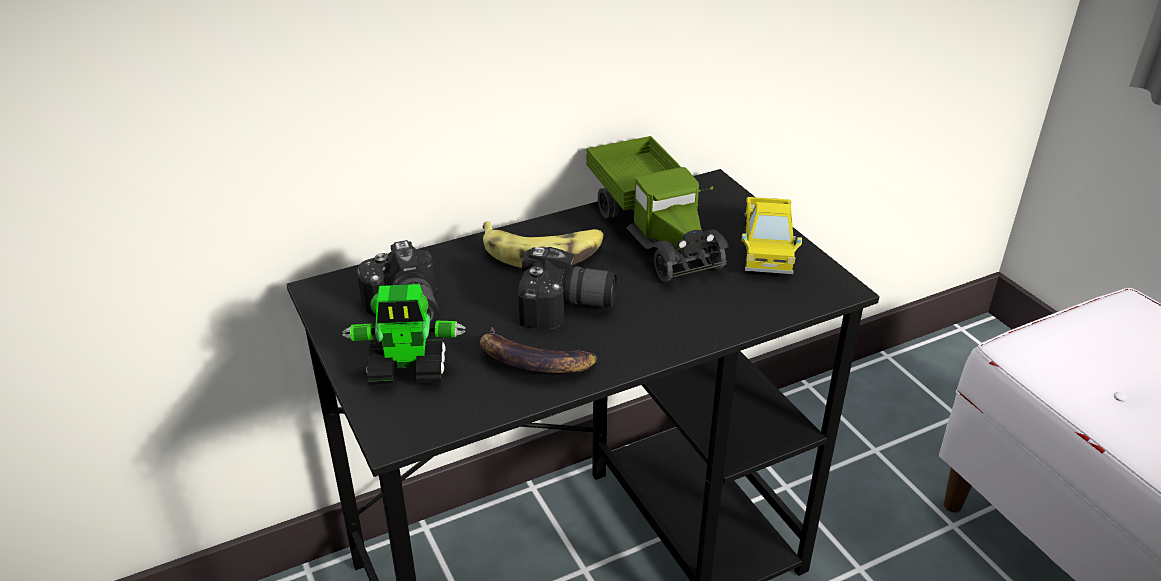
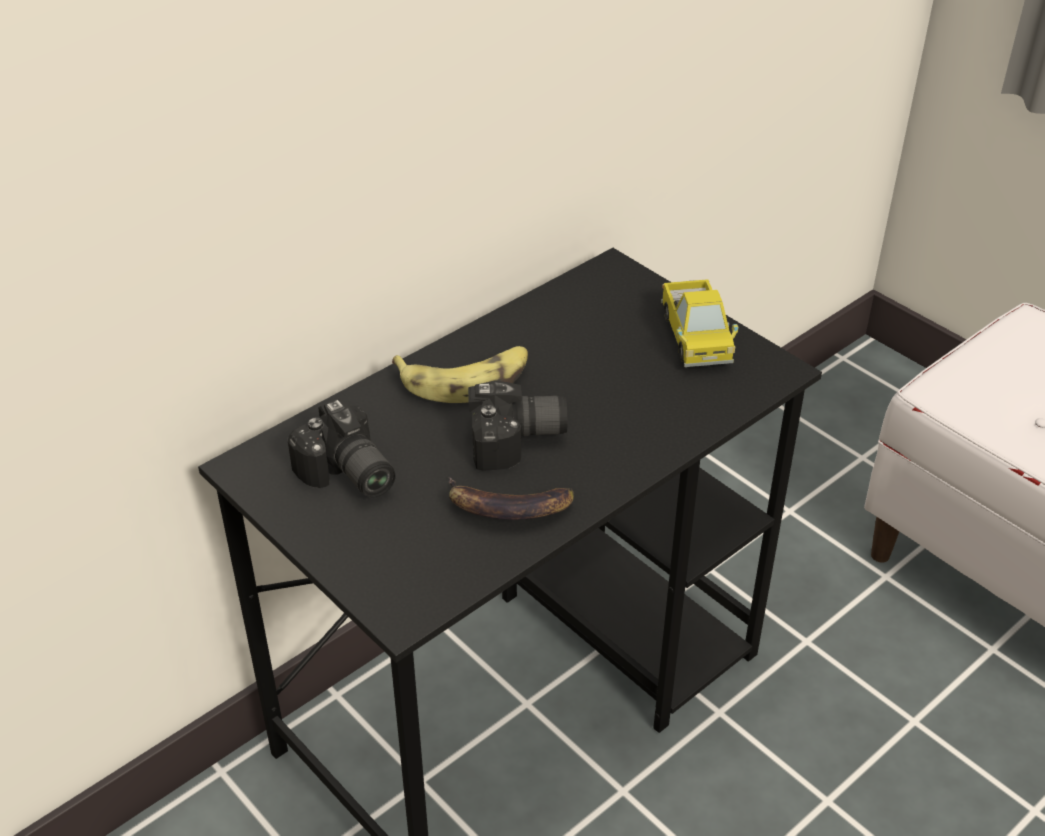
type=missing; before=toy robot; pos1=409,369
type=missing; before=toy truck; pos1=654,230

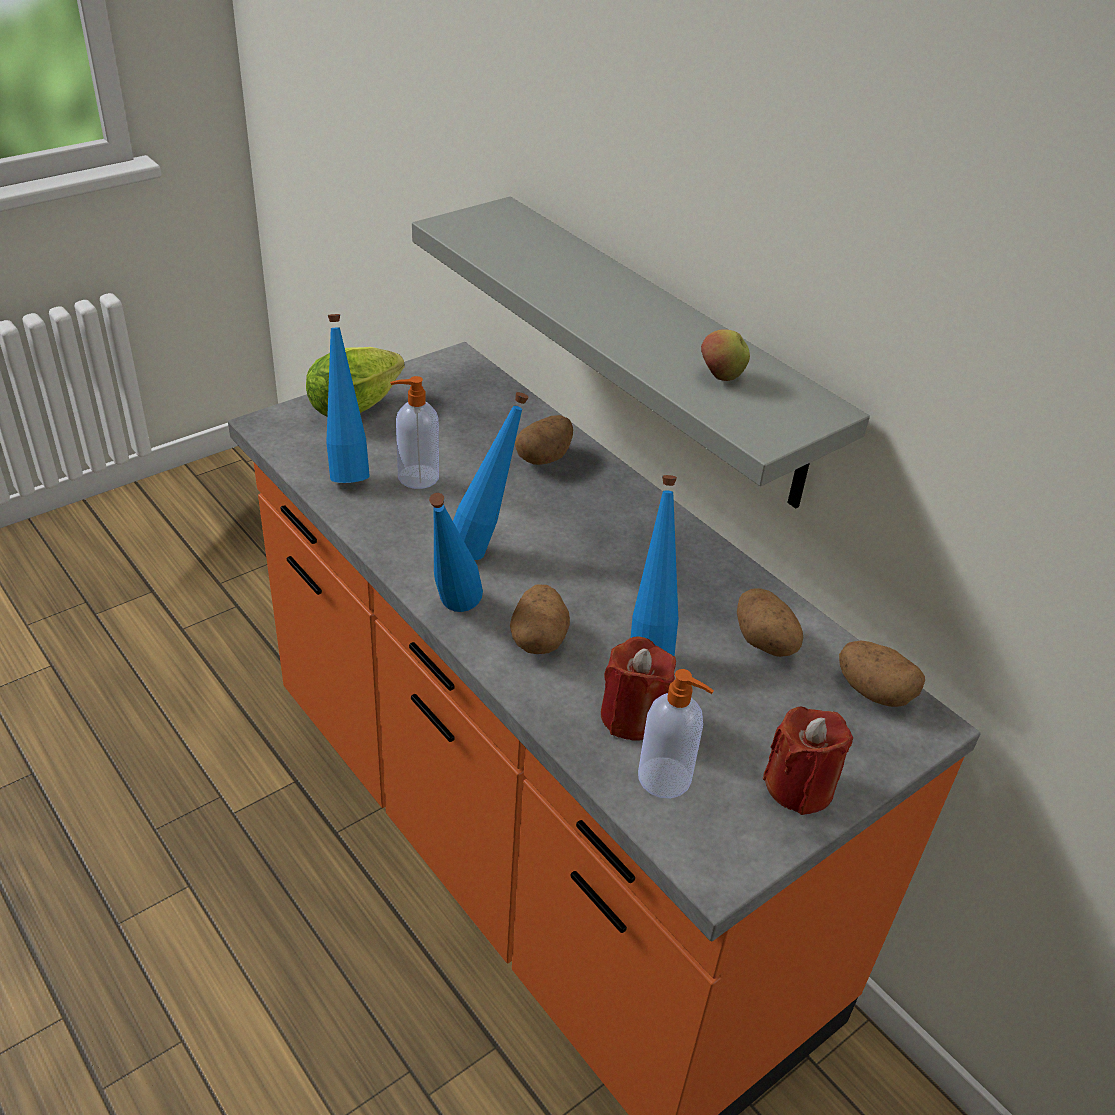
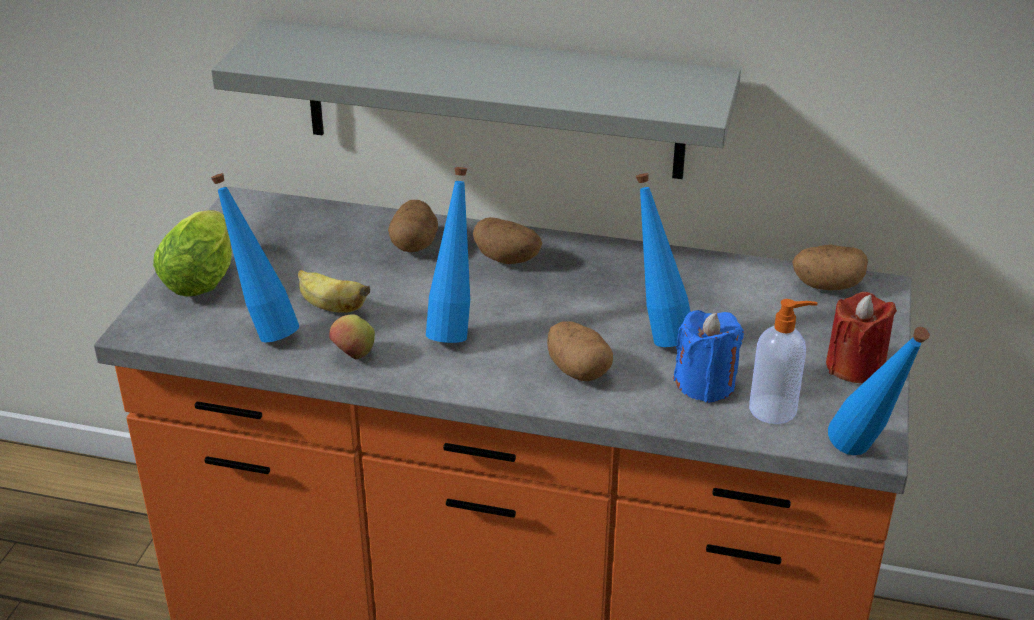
type=exchanged; before=soap dispenser; after=banana; pos1=416,477; pos2=331,307
type=relocated; before=apple; pos1=721,376; pos2=353,355
type=relocated; before=potato; pos1=765,643; pos2=508,259
type=colour; before=red candle; after=blue candle; pos1=633,716; pos2=705,384
type=relocated; before=blue bottle; pos1=452,615; pos2=864,458

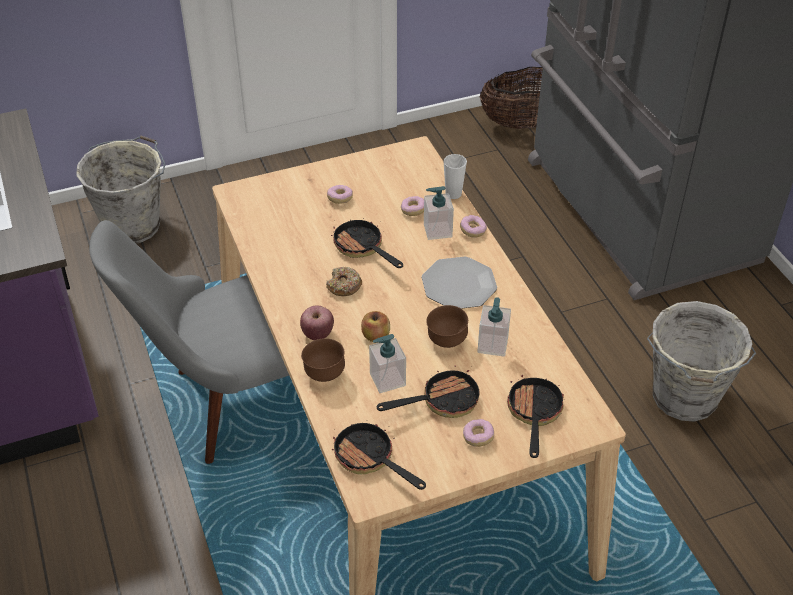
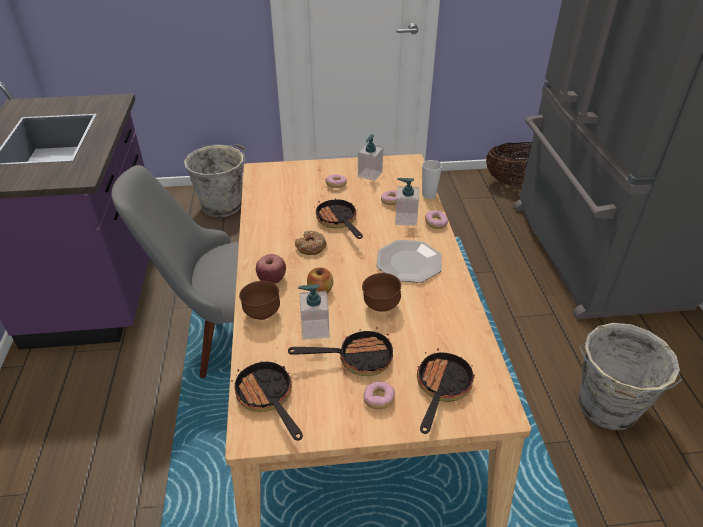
type=relocated; before=soap dispenser; pos1=492,345; pos2=370,174

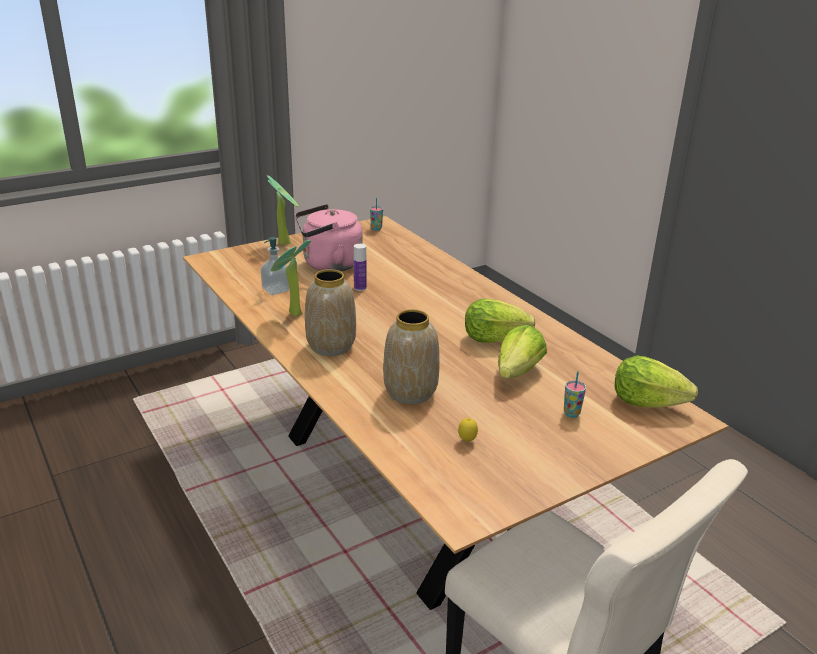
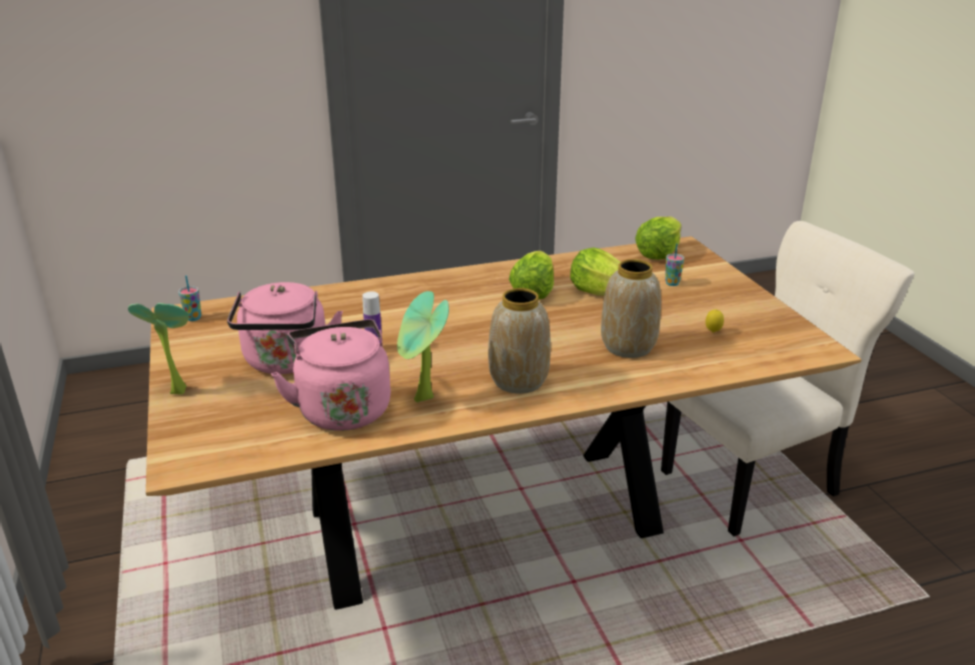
type=exchanged; before=soap dispenser; after=pink kettle; pos1=276,290; pos2=342,408

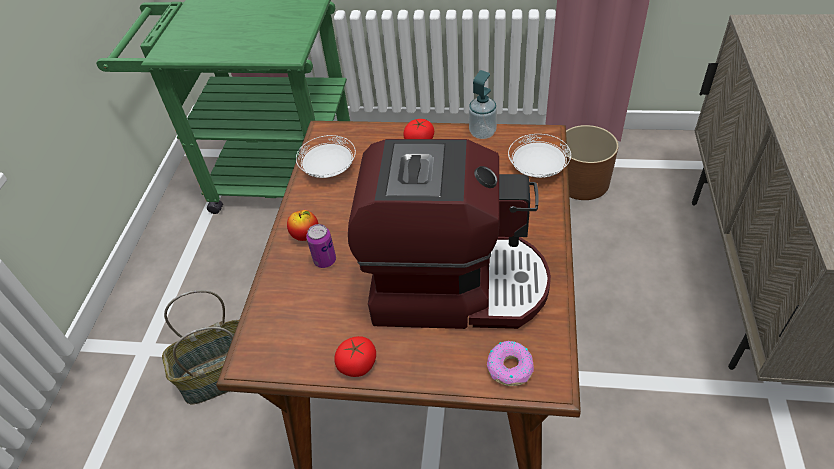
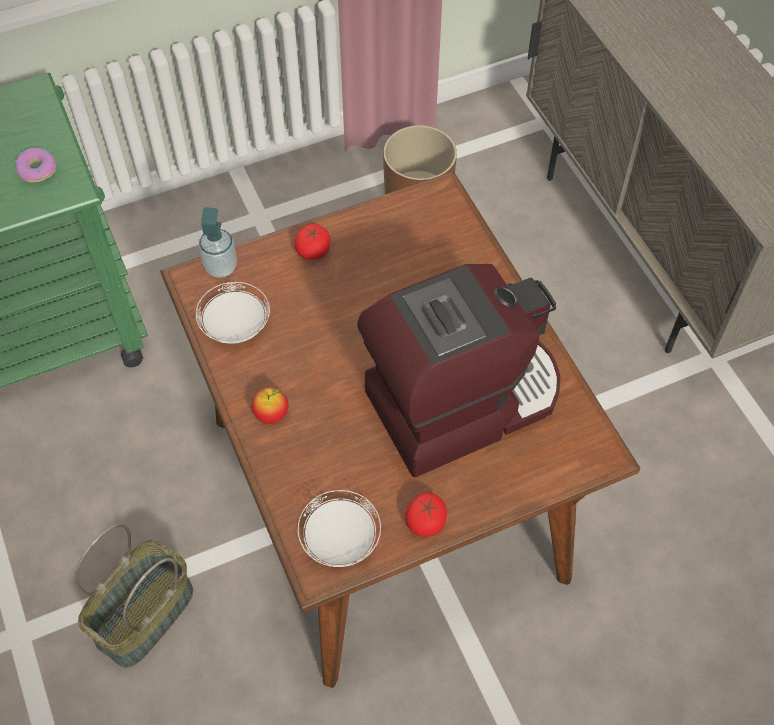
type=relocated; before=donut; pos1=510,367; pos2=37,169
type=relocated; before=soap dispenser; pos1=482,133; pos2=221,267
type=relocated; before=white plate; pos1=538,169; pos2=340,539
type=missing; before=can; pos1=325,260

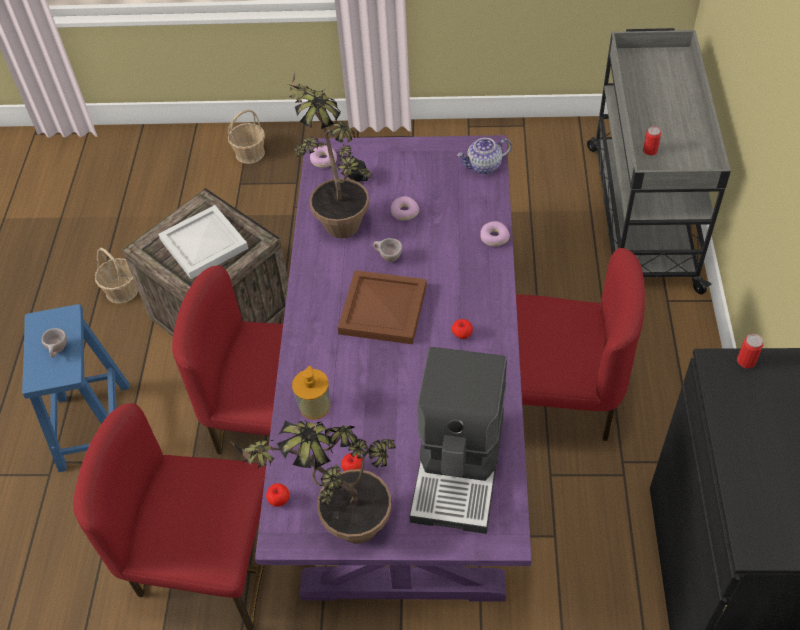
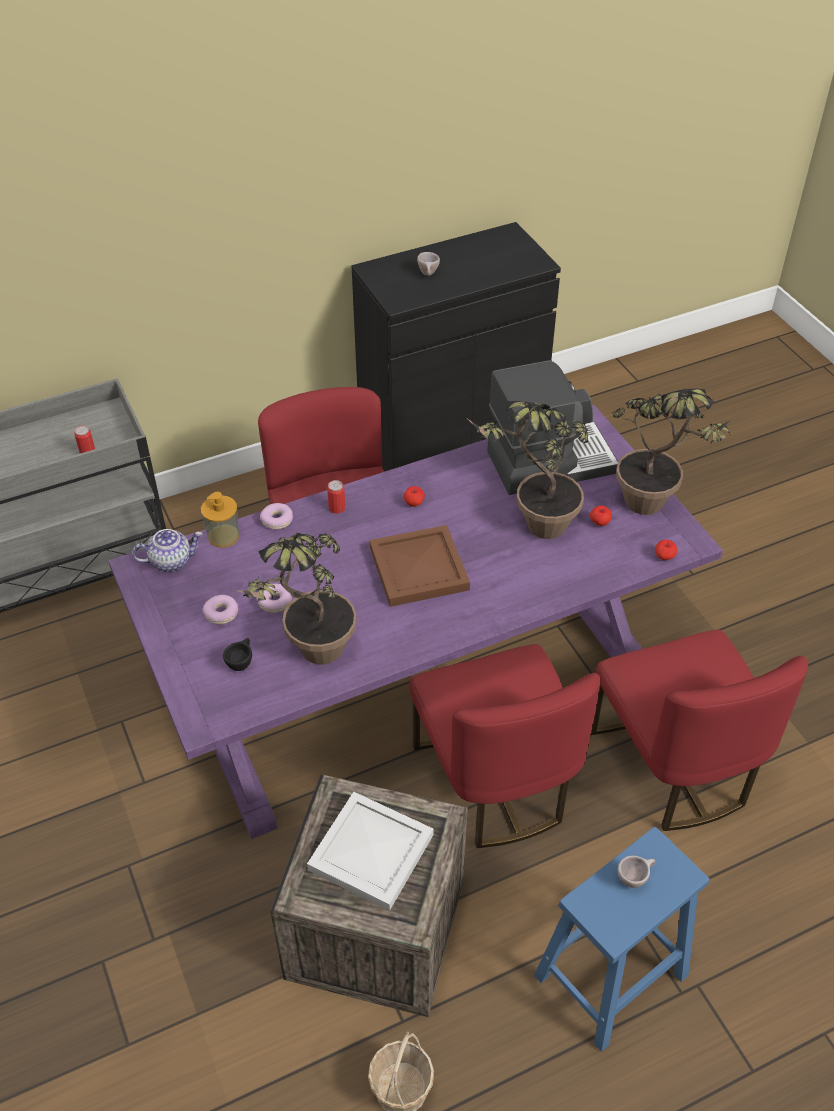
type=spun; before=teapot; pos1=484,166; pos2=171,561; turn=-60
type=relocated; before=soap dispenser; pos1=314,406; pos2=223,536
type=relocated; before=donut; pos1=323,160; pos2=221,613
type=relocated; before=can; pos1=746,361; pos2=337,508
type=relocated; before=beige cup; pos1=387,258; pos2=428,275
type=appeared; after=potted plant; pos2=532,528
type=missing; before=basket; pos1=250,153

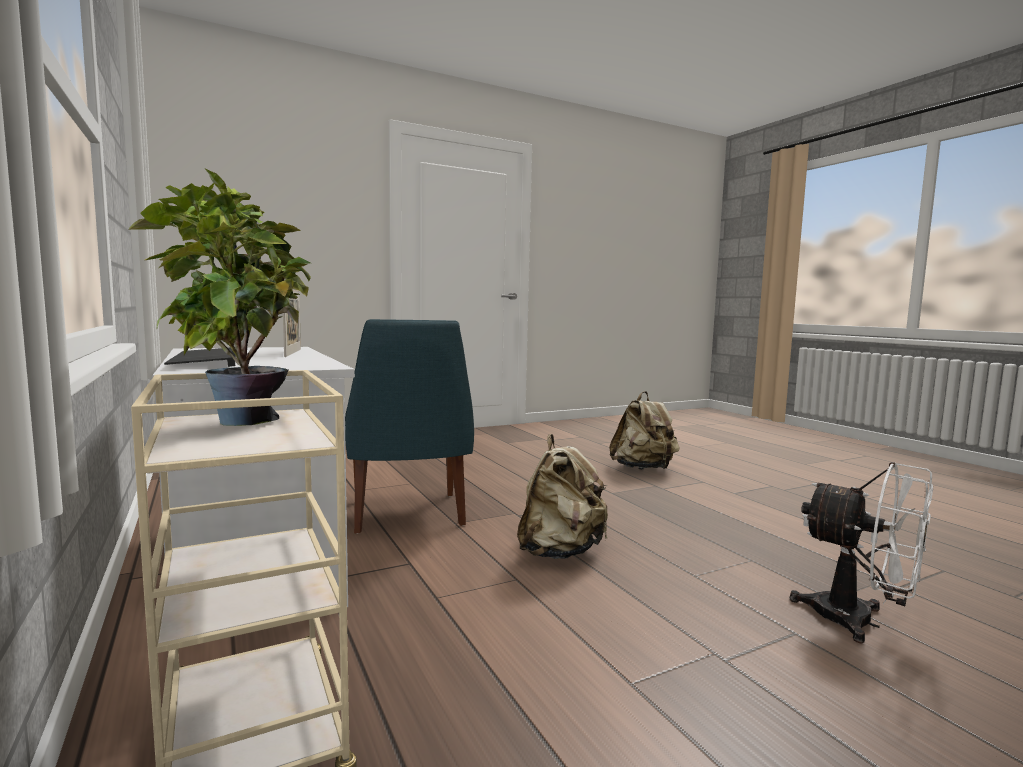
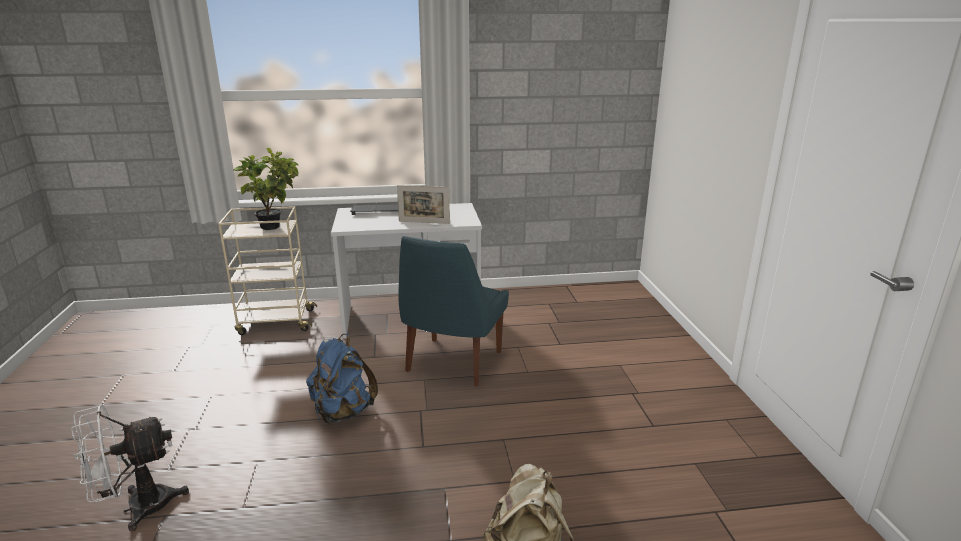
type=colour; before=beige backpack; after=blue backpack; pos1=560,552; pos2=342,412
type=spun; before=blue chair; pos1=408,514; pos2=452,363; turn=-75

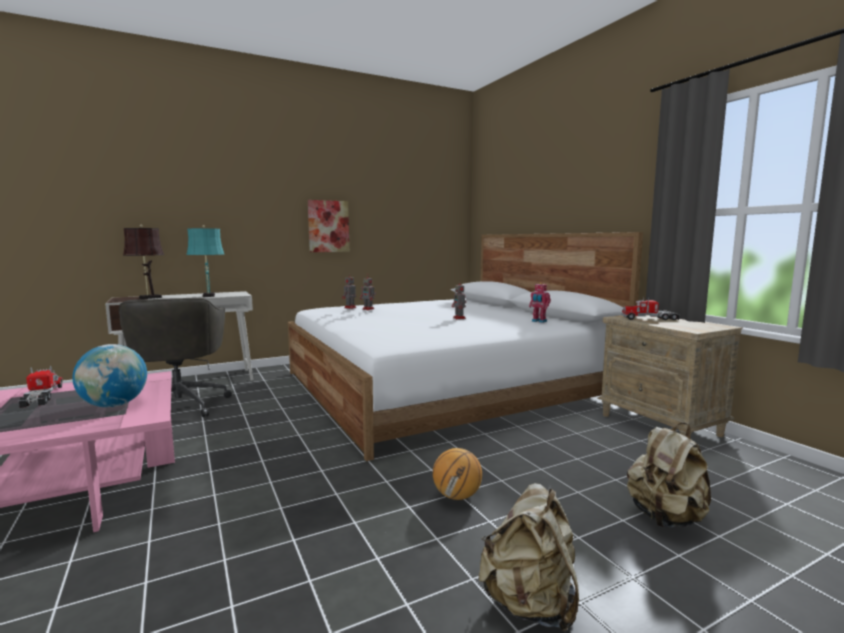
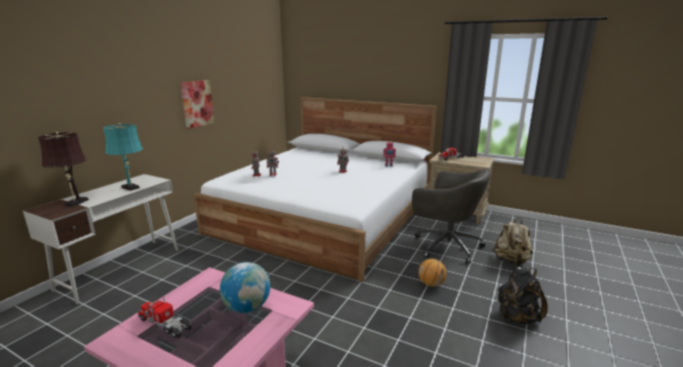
type=relocated; before=grey office chair; pos1=180,405; pos2=445,246
type=colour; before=beige backpack; after=black backpack; pos1=530,604; pos2=517,318

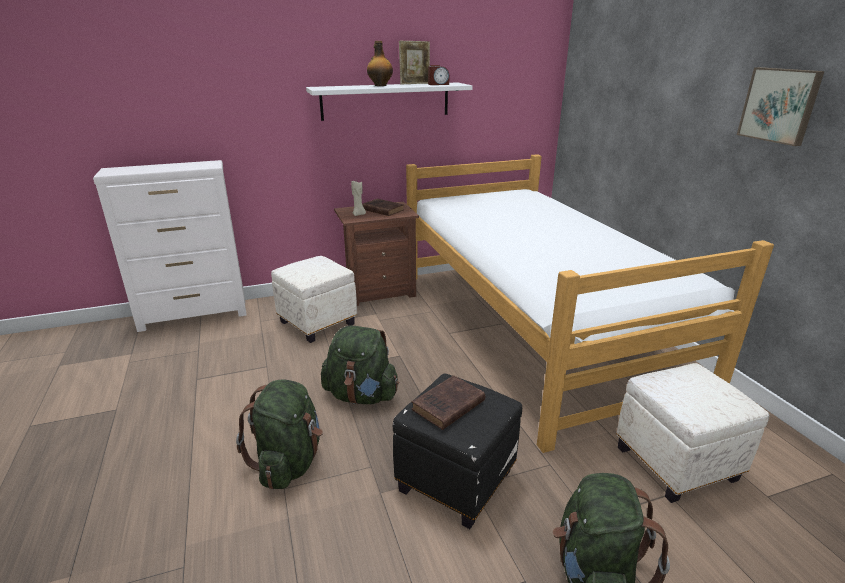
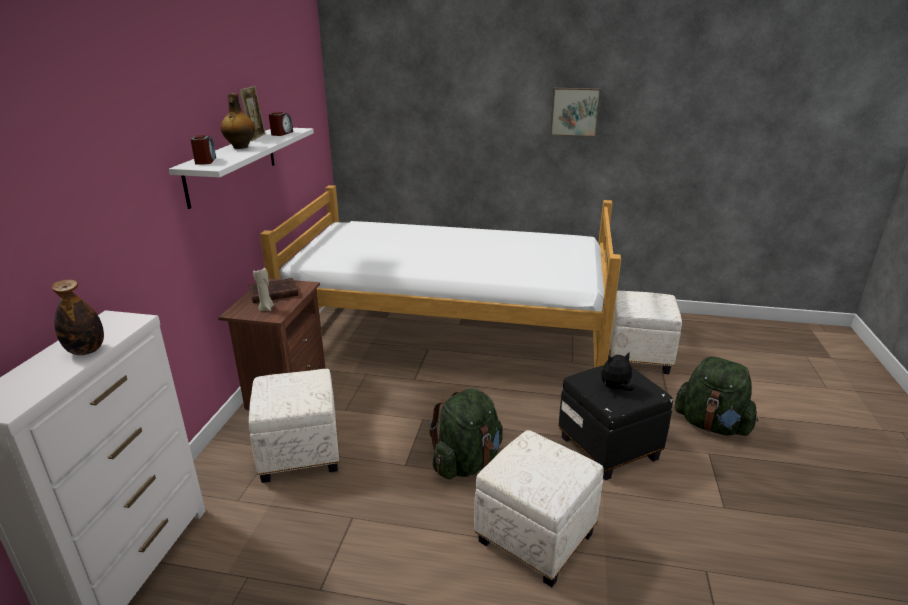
type=appeared; after=bottle; pos2=86,350
type=appeared; after=alarm clock; pos2=205,161
type=exchanged; before=green backpack; after=white ottoman; pos1=289,462; pos2=533,537
type=exchanged; before=brown book; after=plush toy; pos1=447,406; pos2=615,388

